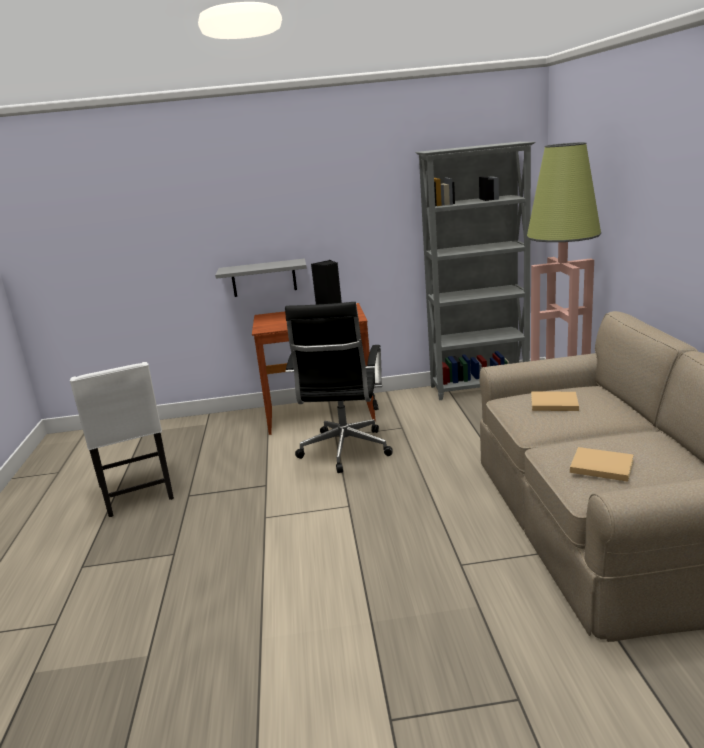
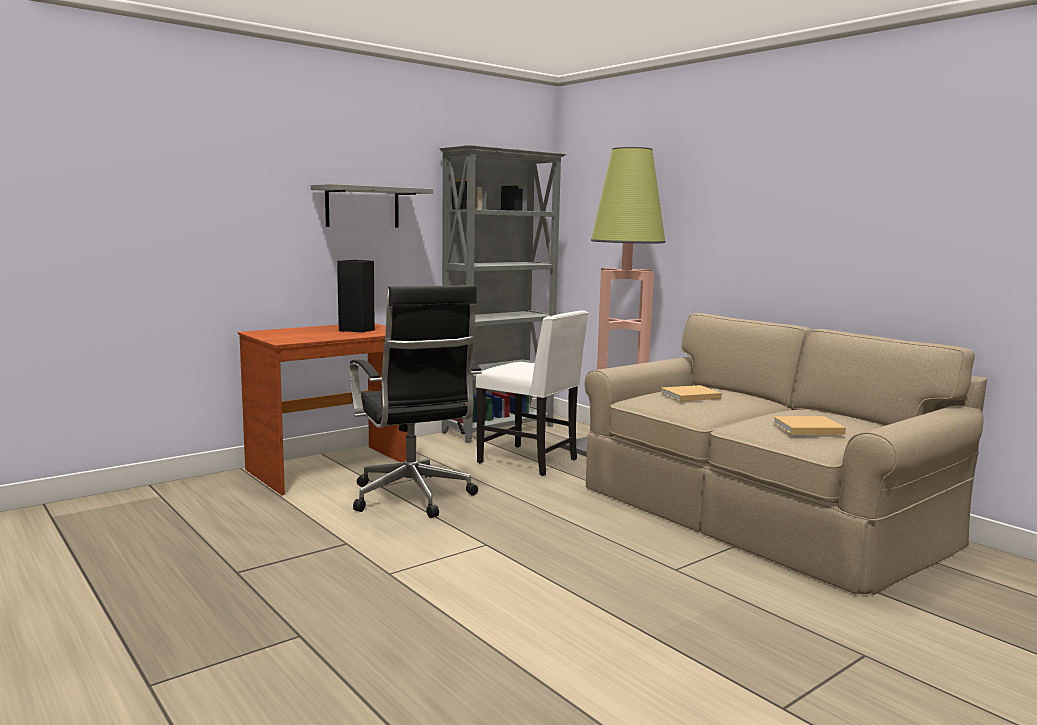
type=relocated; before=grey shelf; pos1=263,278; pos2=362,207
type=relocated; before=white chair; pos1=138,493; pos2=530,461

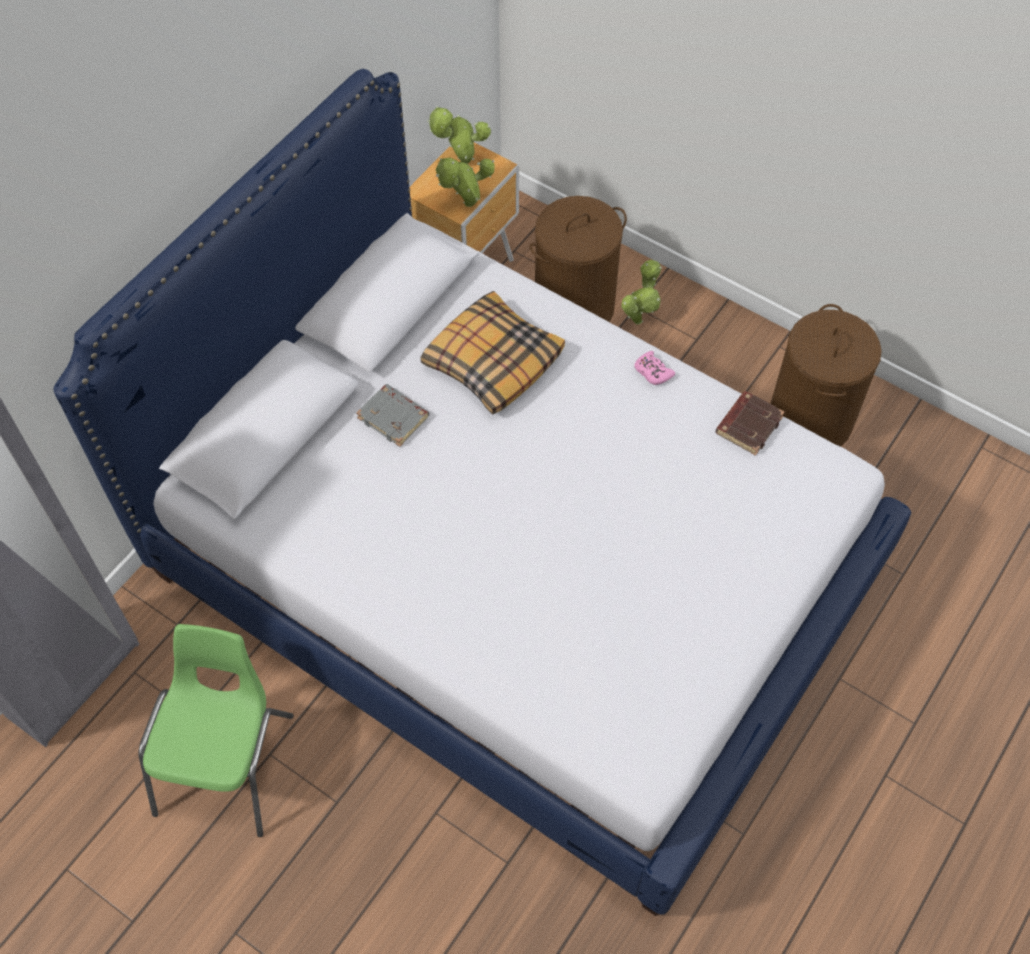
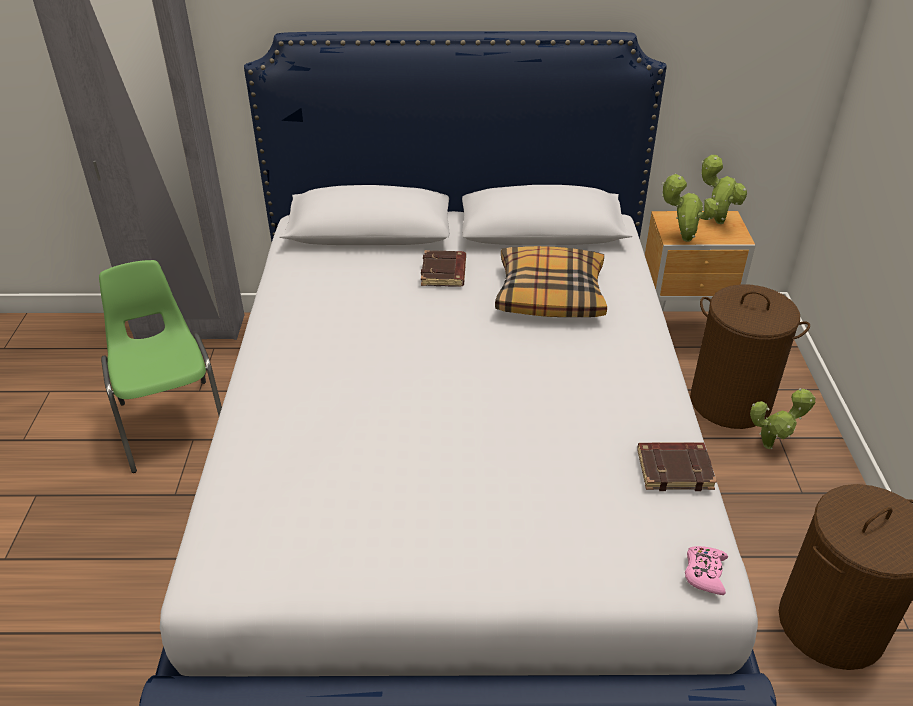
type=spun; before=green chair; pos1=228,762; pos2=173,422; turn=-90
type=colour; before=grey book; after=brown book; pos1=394,417; pos2=444,273
type=relocated; before=pink game controller; pos1=652,372; pos2=704,573

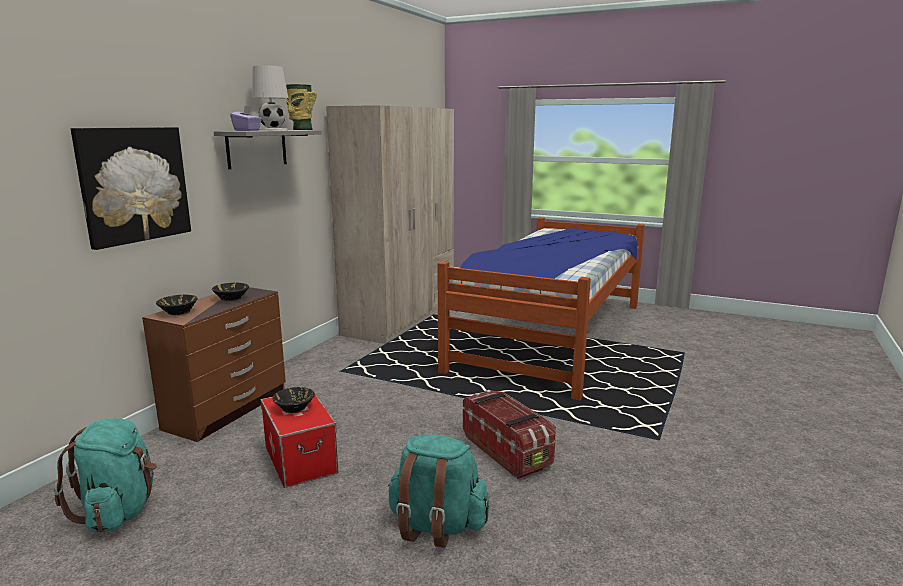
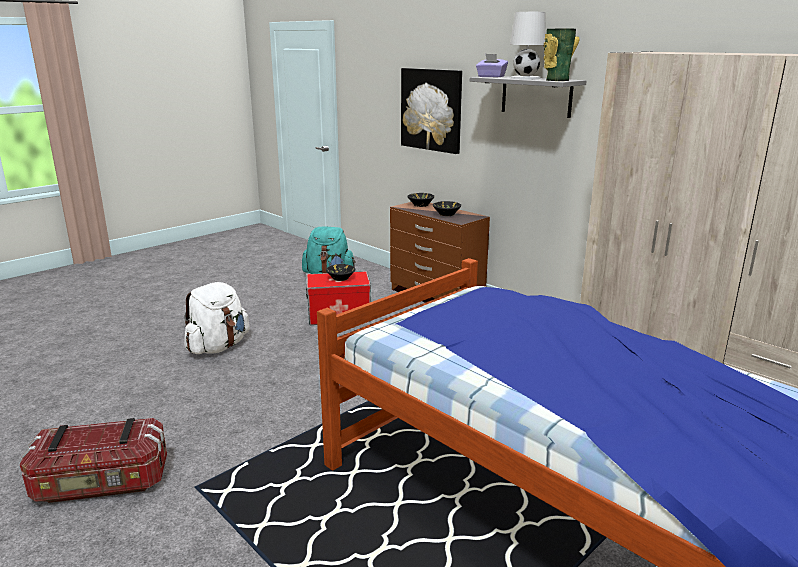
type=relocated; before=storage box; pos1=507,450; pos2=101,484
type=colour; before=turquoise backpack; after=white backpack; pos1=436,525; pos2=218,347

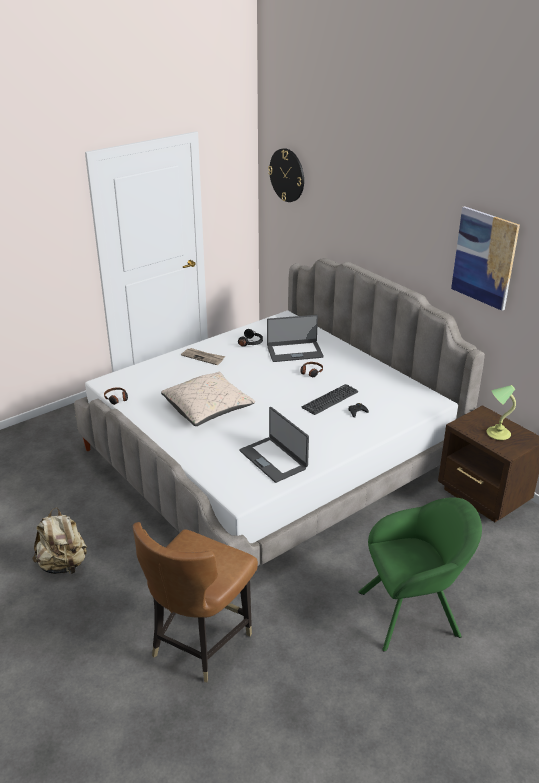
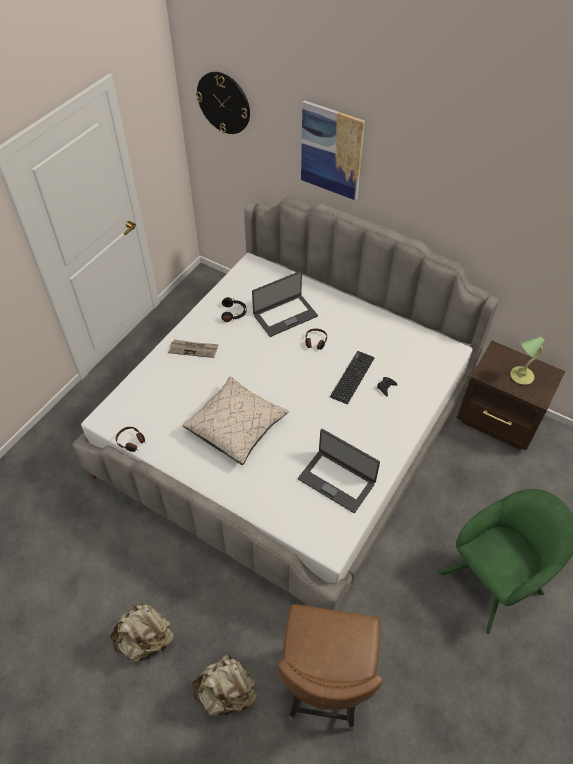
type=appeared; after=beige backpack; pos2=227,693
type=relocated; before=picture; pos1=484,258; pos2=331,151

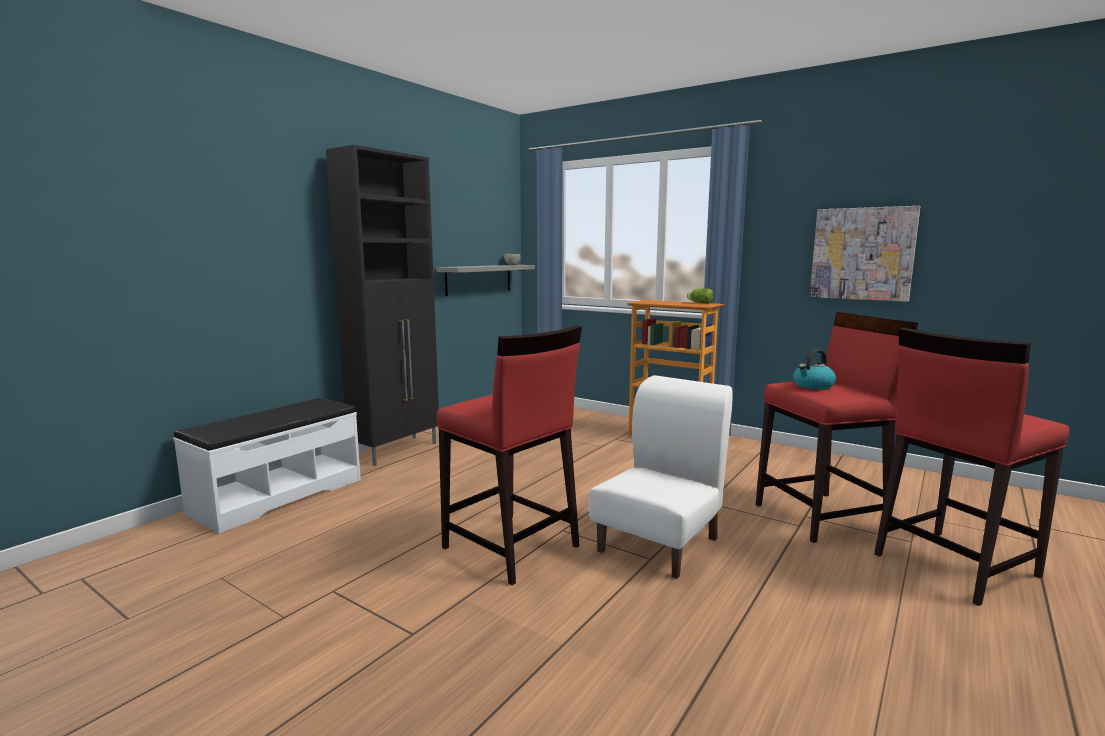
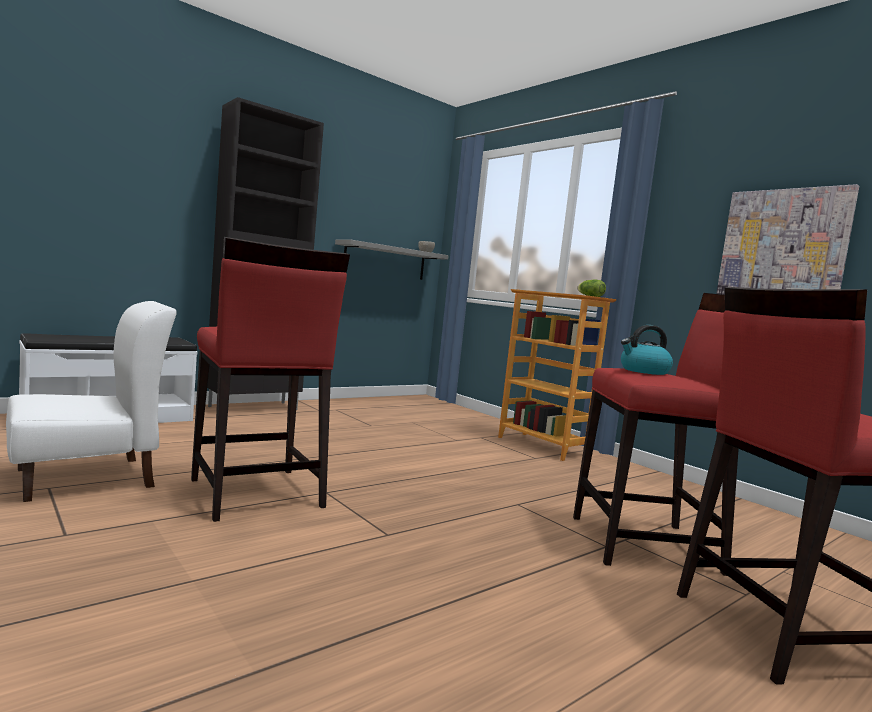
type=relocated; before=white chair; pos1=660,544; pos2=87,478

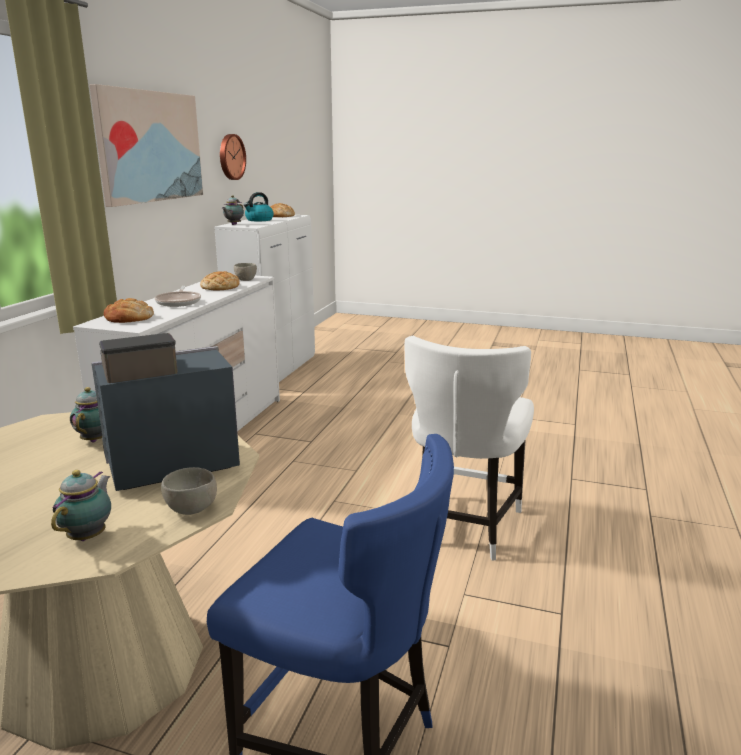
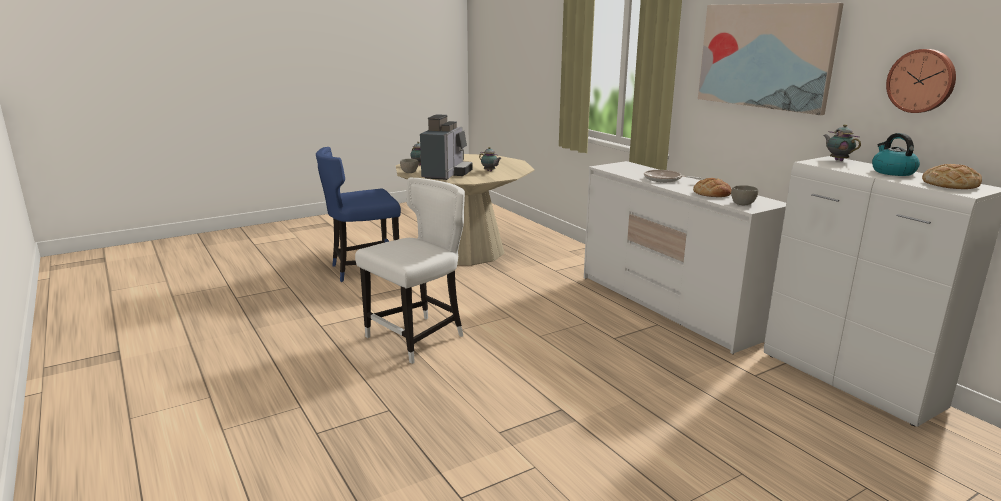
type=spun; before=white chair; pos1=462,527; pos2=418,337; turn=75
type=missing; before=bread; pos1=129,318

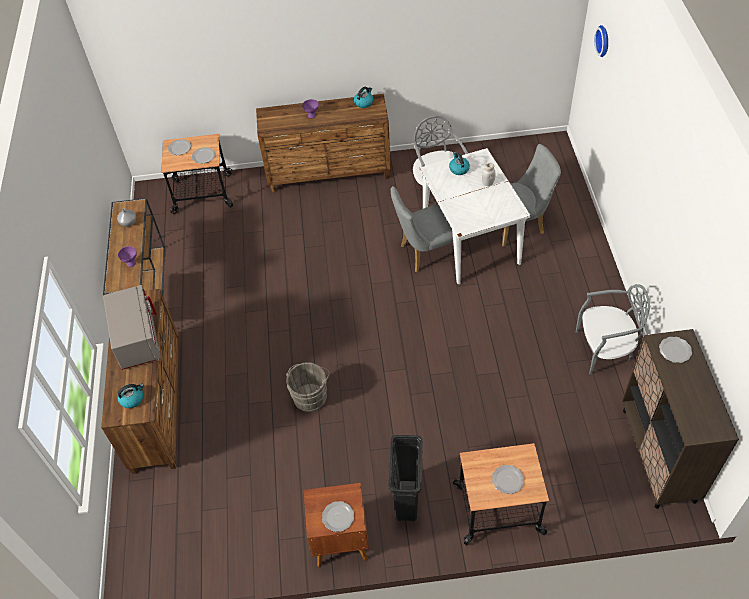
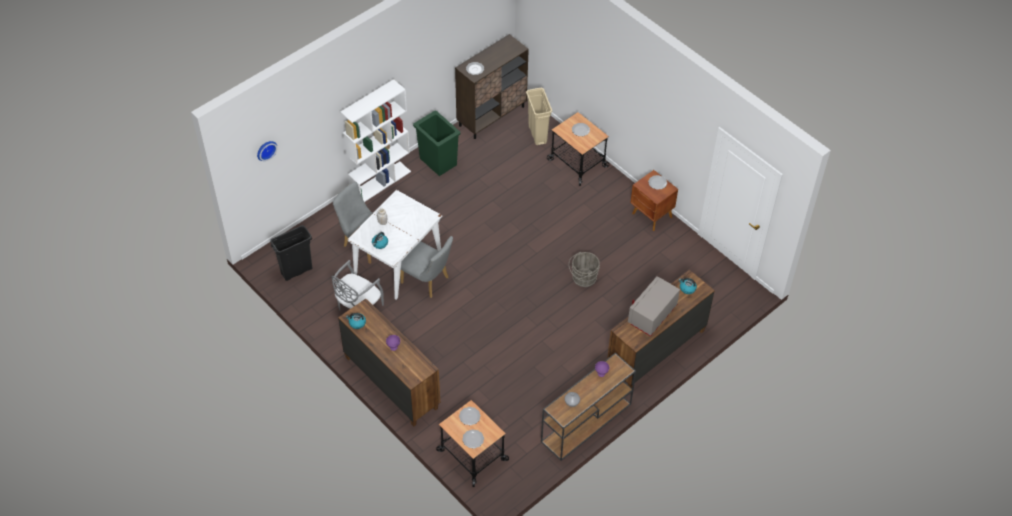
type=relocated; before=black trash can; pos1=407,500; pos2=297,271
type=appeared; after=white bookcase; pos2=380,182
type=exchanged; before=grey chair; after=green trash can; pos1=604,349; pos2=438,161
type=appeared; after=beige trash can; pos2=537,135

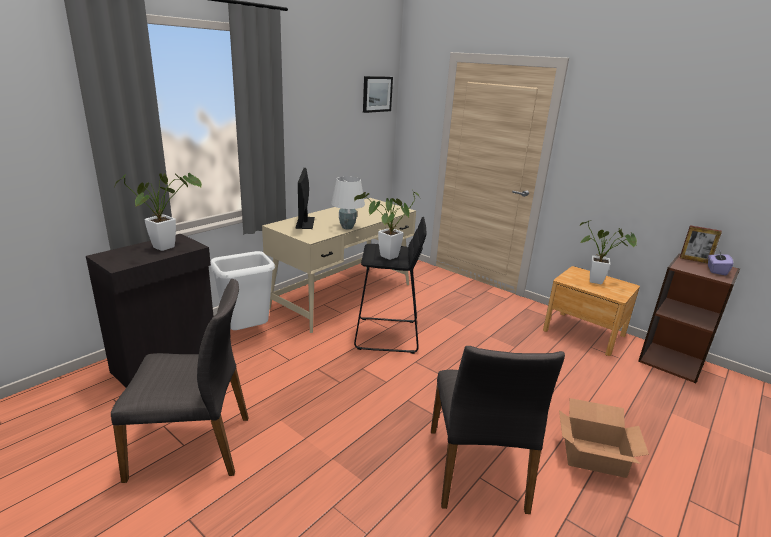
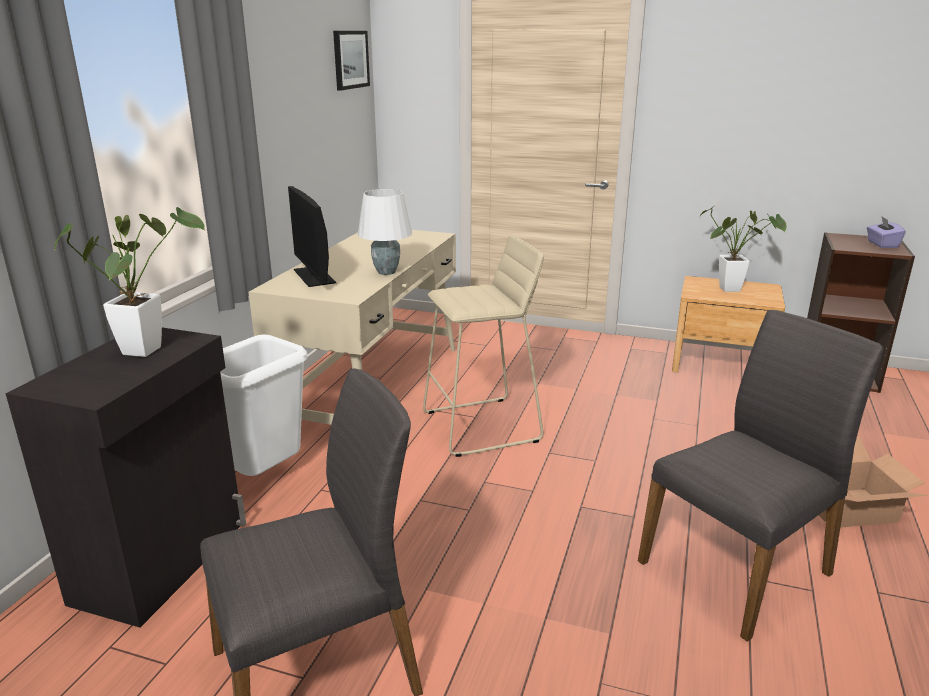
type=colour; before=black stool; after=beige stool; pos1=387,335; pos2=481,427
type=spun; before=grey chair; pos1=478,469; pos2=738,568; turn=-105
type=missing; before=potted plant; pos1=386,257
type=missing; before=picture frame; pos1=694,260

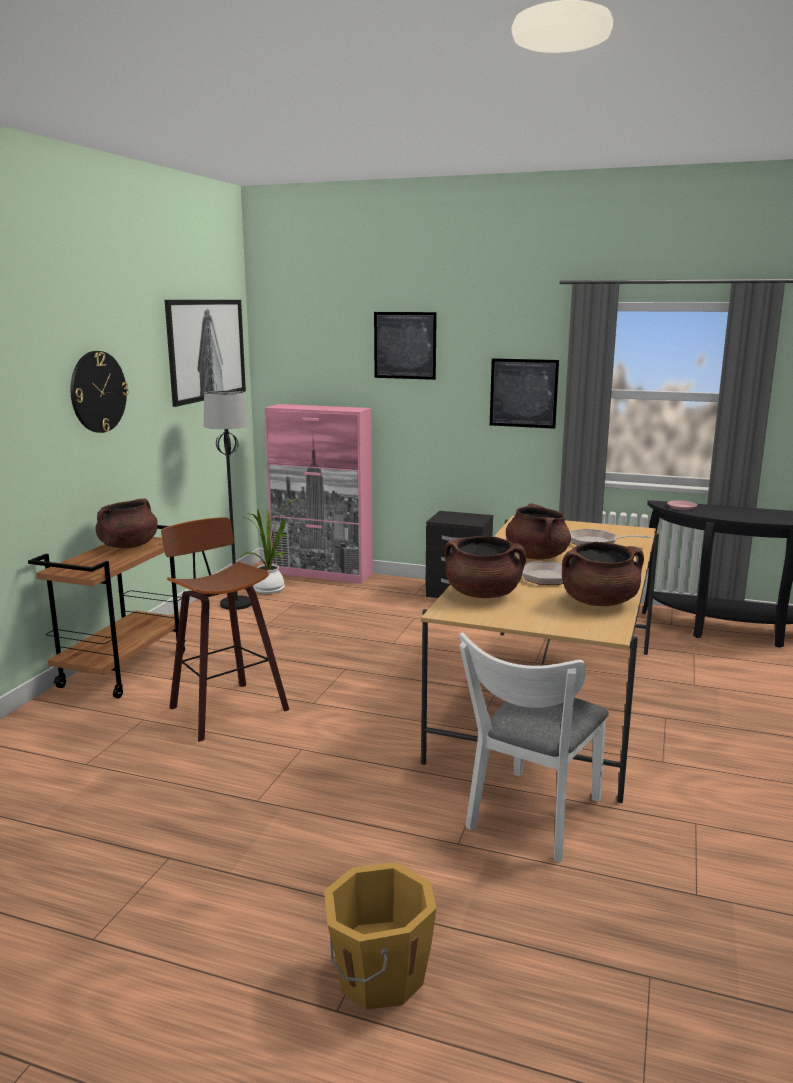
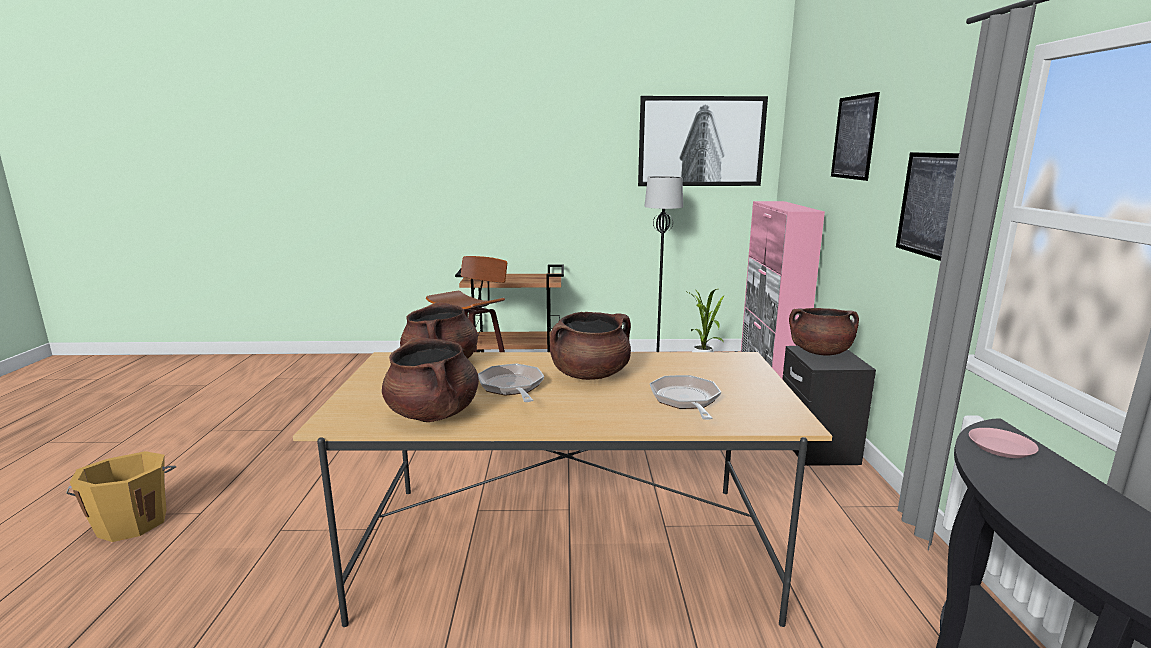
type=relocated; before=brown cooking pot; pos1=128,546; pos2=820,352
type=missing; before=wall clock; pos1=98,392
type=missing; before=white chair; pos1=530,819

